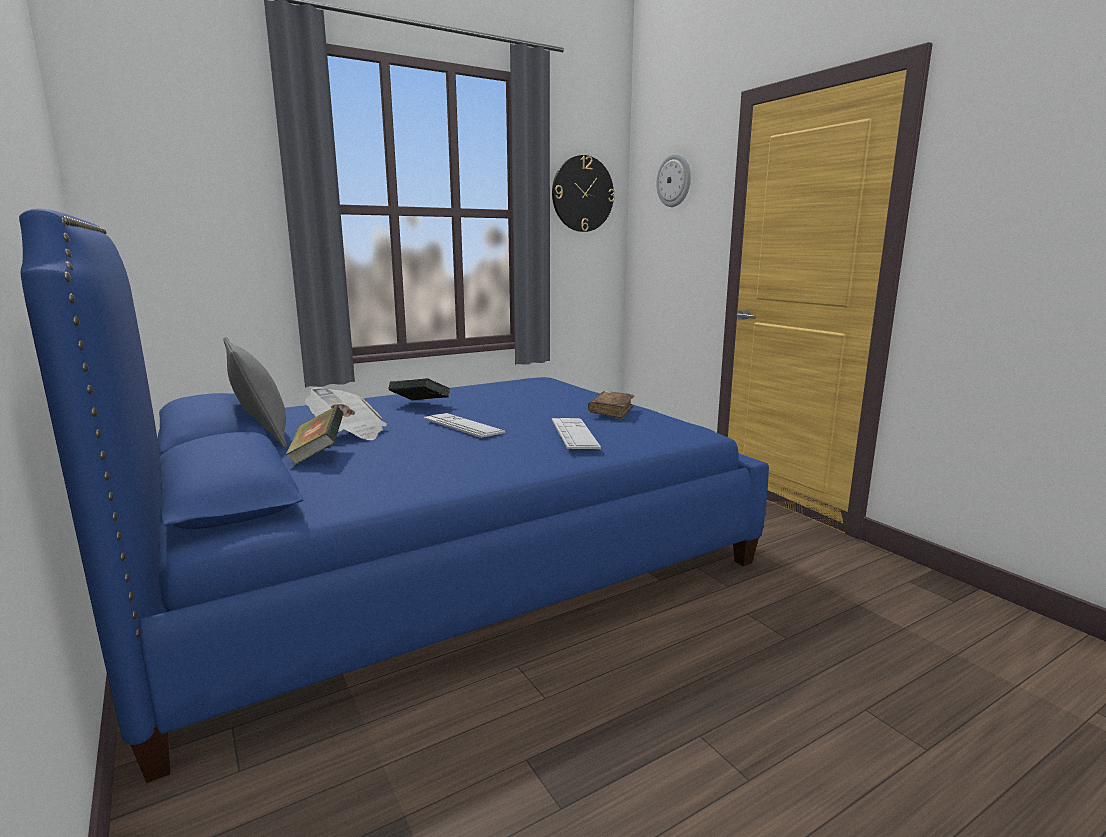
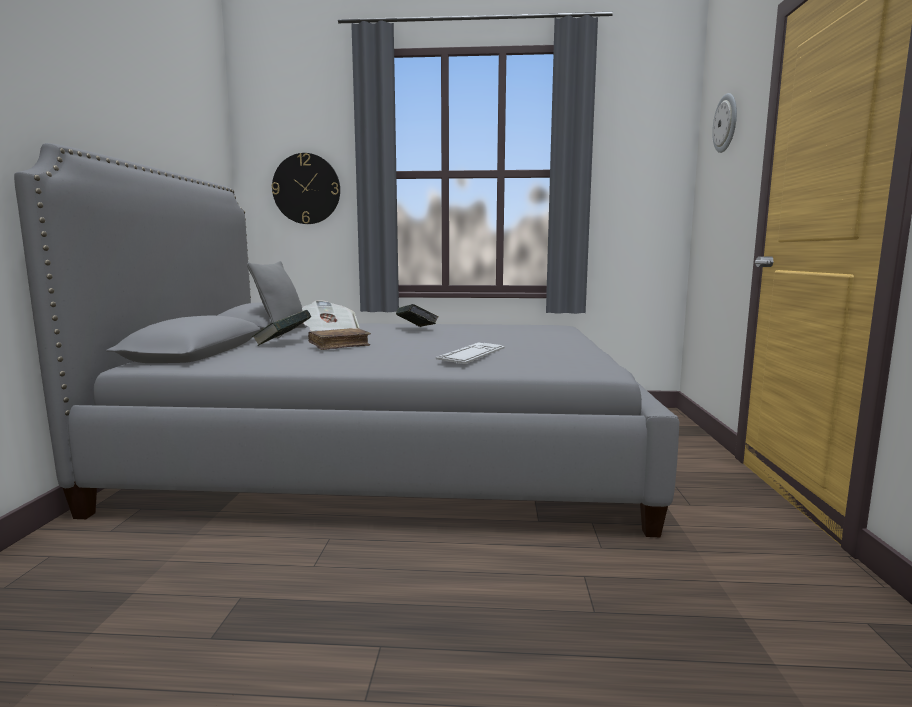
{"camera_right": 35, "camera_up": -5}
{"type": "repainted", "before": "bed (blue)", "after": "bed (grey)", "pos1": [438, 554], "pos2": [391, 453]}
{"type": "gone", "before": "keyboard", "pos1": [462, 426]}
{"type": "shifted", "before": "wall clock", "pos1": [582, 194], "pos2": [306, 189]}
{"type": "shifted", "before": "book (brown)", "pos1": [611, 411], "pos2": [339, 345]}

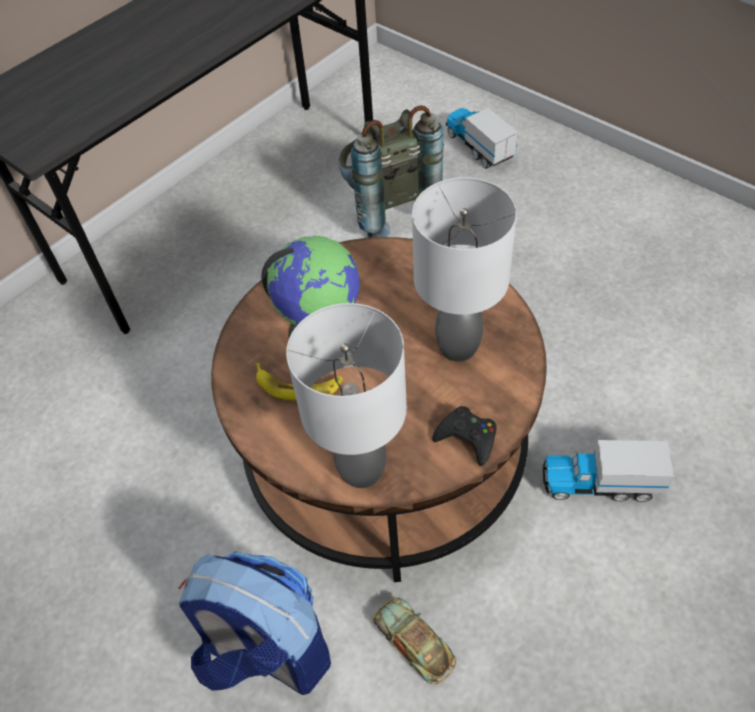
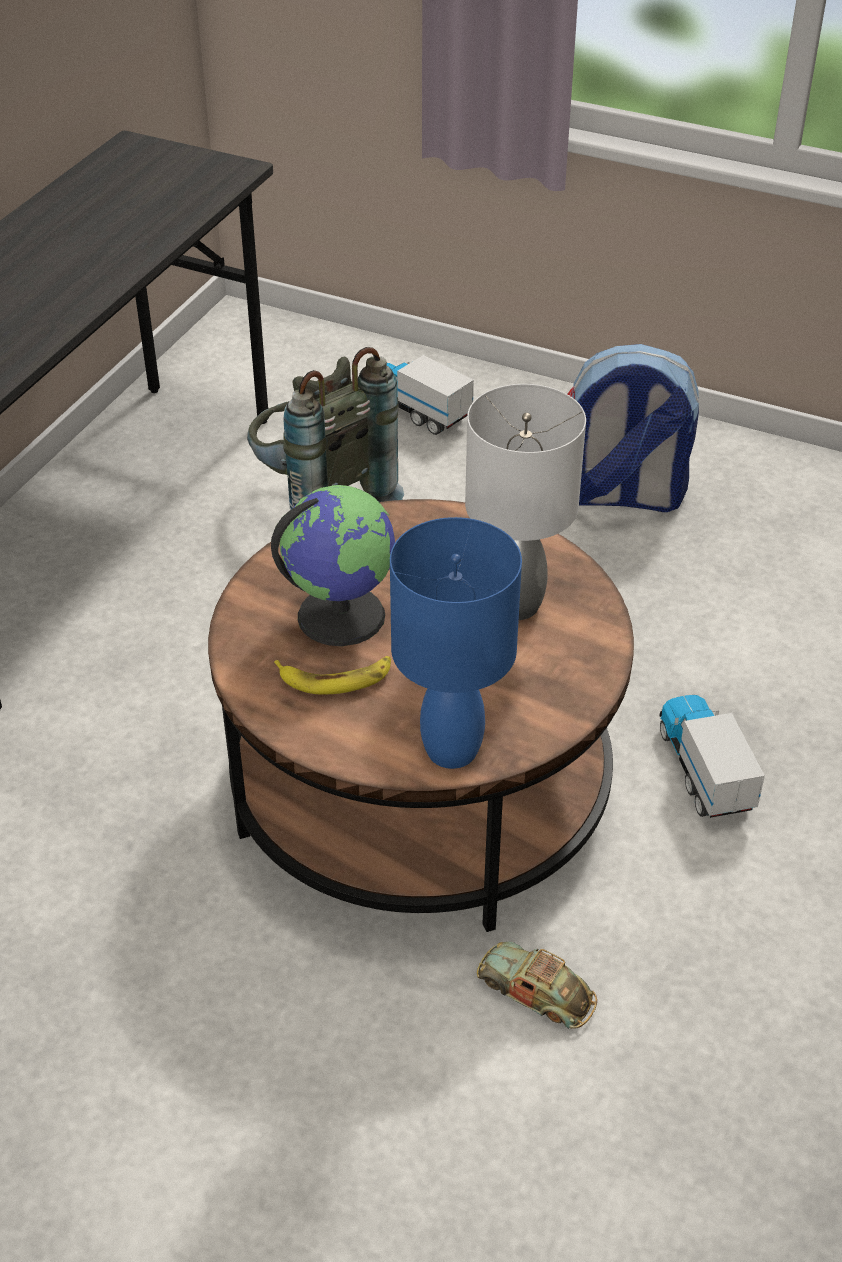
{"camera_right": -20, "camera_up": -10}
{"type": "shifted", "before": "backpack", "pos1": [266, 652], "pos2": [622, 495]}
{"type": "repainted", "before": "table lamp (grey)", "after": "table lamp (blue)", "pos1": [363, 469], "pos2": [453, 749]}
{"type": "gone", "before": "game controller (black)", "pos1": [467, 437]}
{"type": "rotated", "before": "toy truck", "pos1": [600, 483], "pos2": [703, 772], "turn": 90}

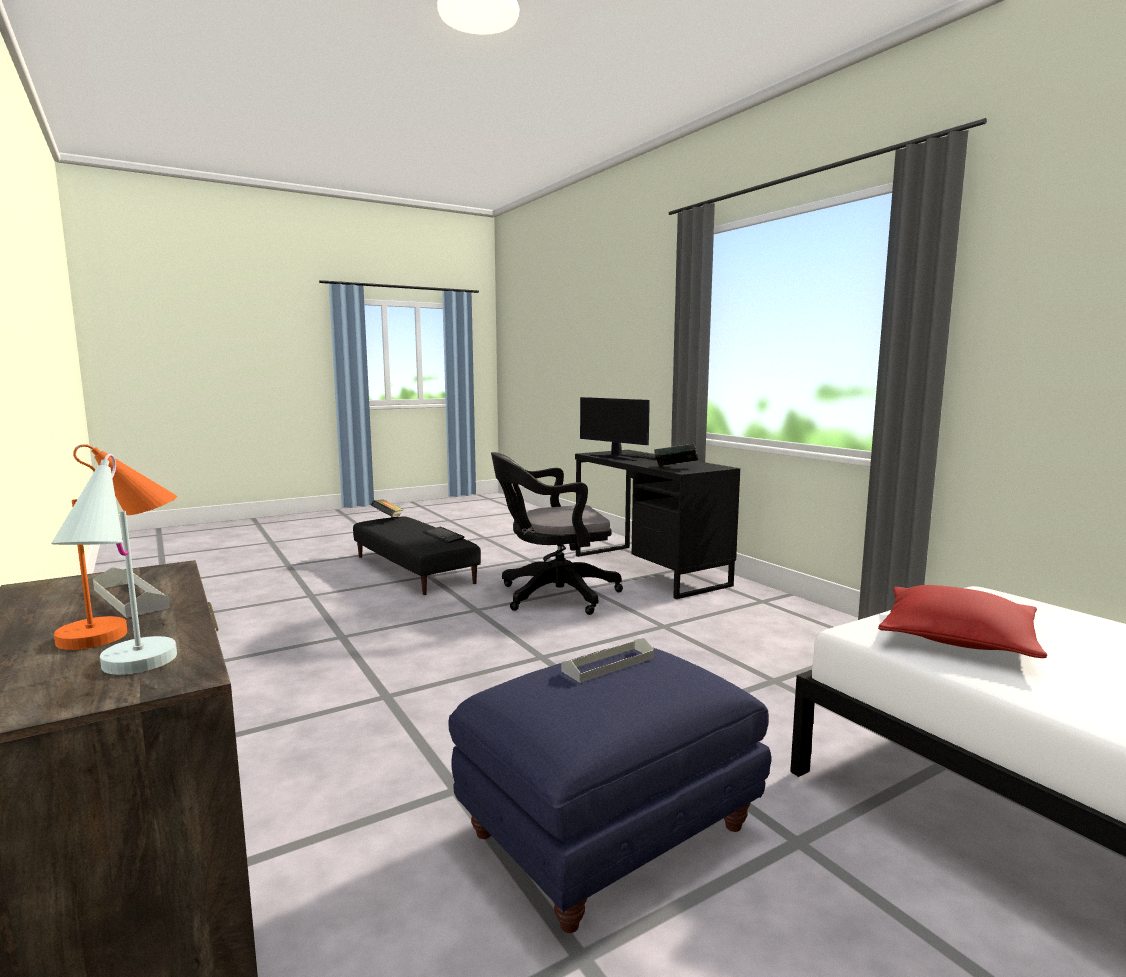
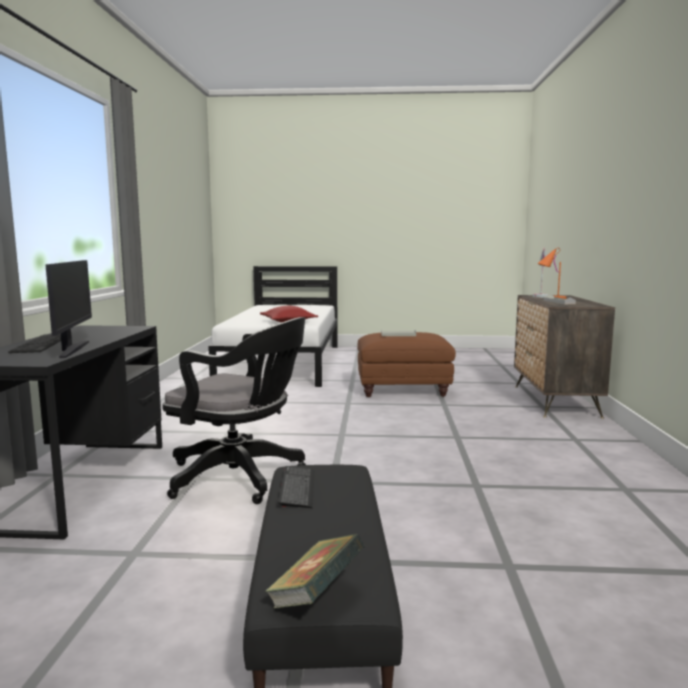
{"camera_right": -145, "camera_up": 0}
{"type": "repainted", "before": "ottoman (blue)", "after": "ottoman (brown)", "pos1": [607, 835], "pos2": [404, 390]}
{"type": "gone", "before": "book", "pos1": [675, 468]}

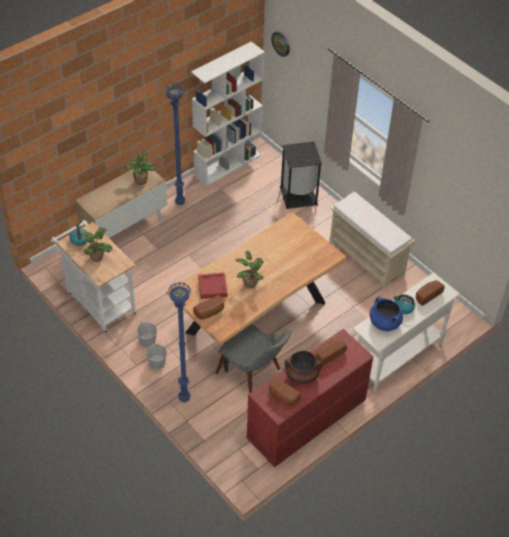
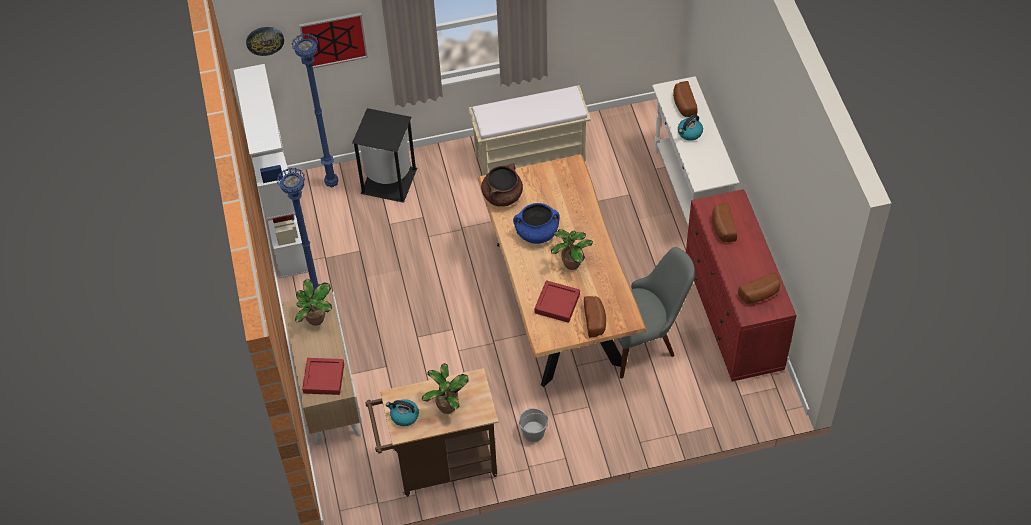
{"camera_right": -60, "camera_up": 5}
{"type": "repainted", "before": "cart (white)", "after": "cart (brown)", "pos1": [99, 301], "pos2": [438, 465]}
{"type": "gone", "before": "bucket (white)", "pos1": [157, 362]}
{"type": "shifted", "before": "floor lamp (blue)", "pos1": [184, 398], "pos2": [331, 184]}
{"type": "shifted", "before": "cooking pot (brown)", "pos1": [302, 374], "pos2": [502, 195]}
{"type": "shifted", "before": "cooking pot (blue)", "pos1": [384, 322], "pos2": [537, 233]}
{"type": "new", "after": "picture", "pos2": [333, 40]}
{"type": "new", "after": "tray (red)", "pos2": [324, 378]}

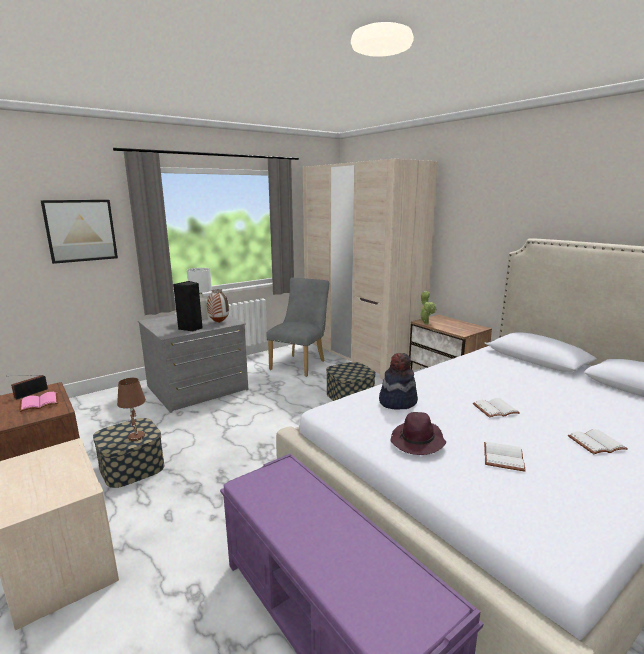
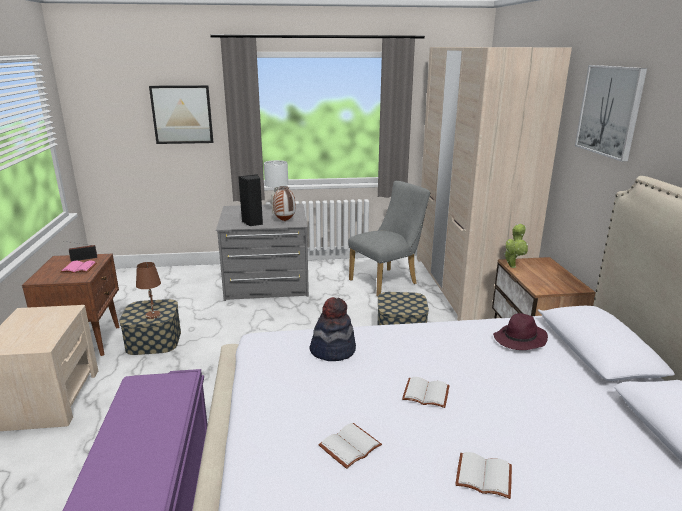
{"camera_right": 30, "camera_up": 5}
{"type": "shifted", "before": "hat (purple)", "pos1": [417, 442], "pos2": [520, 340]}
{"type": "new", "after": "picture", "pos2": [610, 111]}

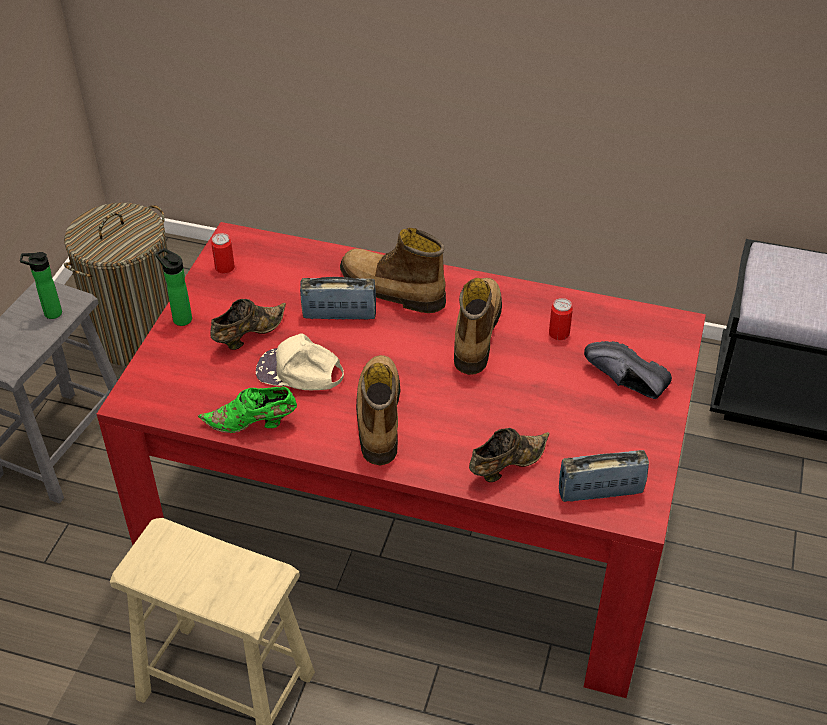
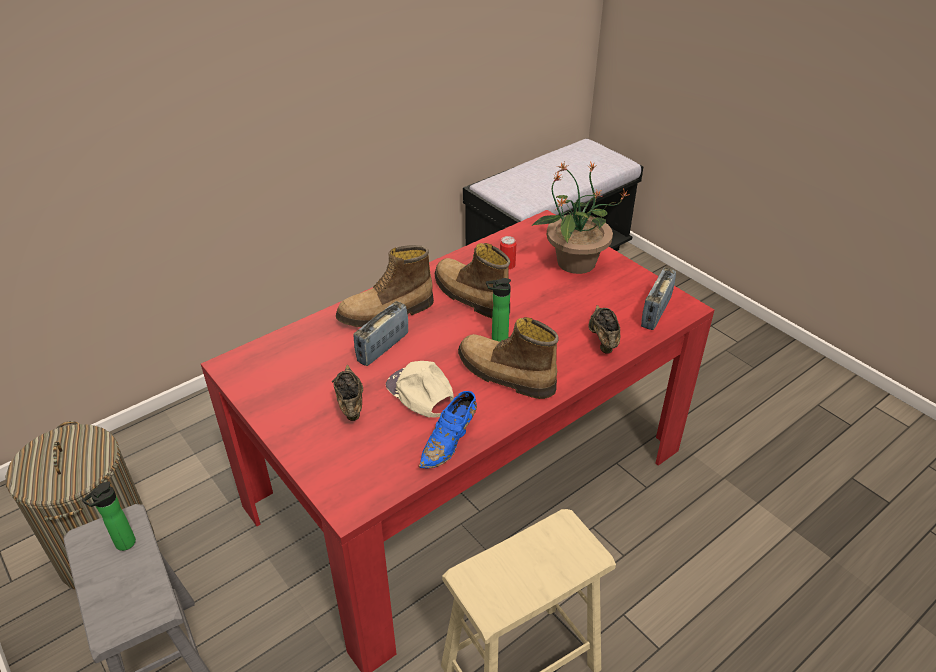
{"camera_right": -55, "camera_up": -5}
{"type": "shifted", "before": "bottle", "pos1": [180, 318], "pos2": [497, 339]}
{"type": "repainted", "before": "shoe (green)", "after": "shoe (blue)", "pos1": [253, 424], "pos2": [450, 443]}
{"type": "gone", "before": "can", "pos1": [224, 267]}
{"type": "rotated", "before": "cap (beige)", "pos1": [300, 372], "pos2": [420, 394], "turn": 90}
{"type": "swapped", "before": "shoe (black)", "after": "potted plant", "pos1": [623, 384], "pos2": [574, 262]}

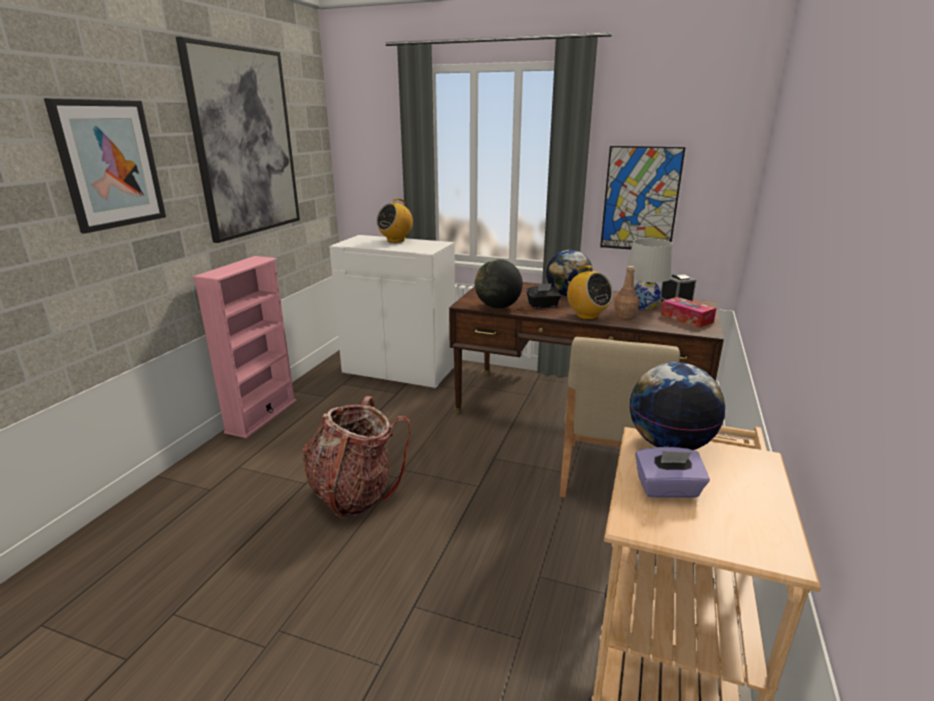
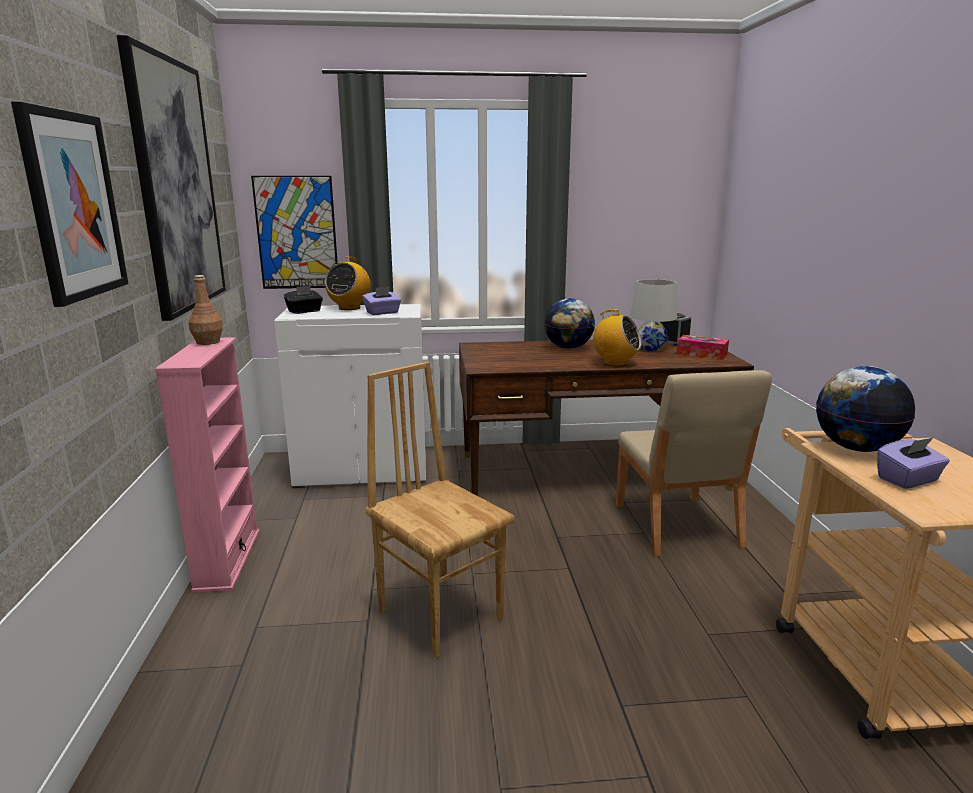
{"camera_right": -25, "camera_up": -5}
{"type": "swapped", "before": "backpack", "after": "chair (brown)", "pos1": [355, 493], "pos2": [441, 613]}
{"type": "gone", "before": "globe", "pos1": [498, 307]}
{"type": "shifted", "before": "tissue box (black)", "pos1": [543, 305], "pos2": [304, 311]}
{"type": "shifted", "before": "picture", "pos1": [640, 199], "pos2": [296, 233]}
{"type": "shifted", "before": "bottle (brown)", "pos1": [625, 315], "pos2": [208, 342]}
{"type": "new", "after": "tissue box (purple)", "pos2": [382, 313]}

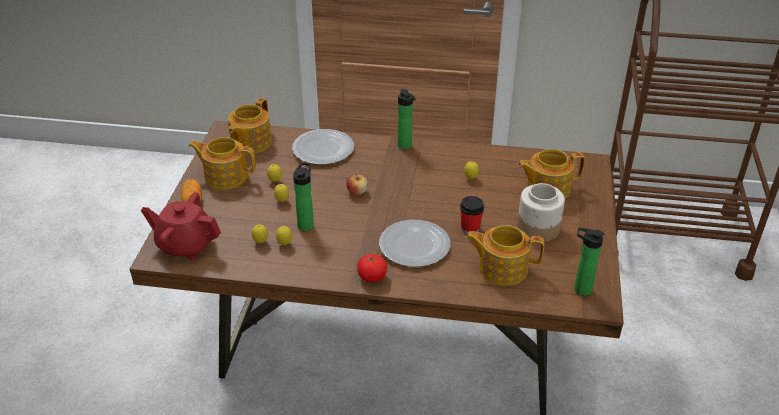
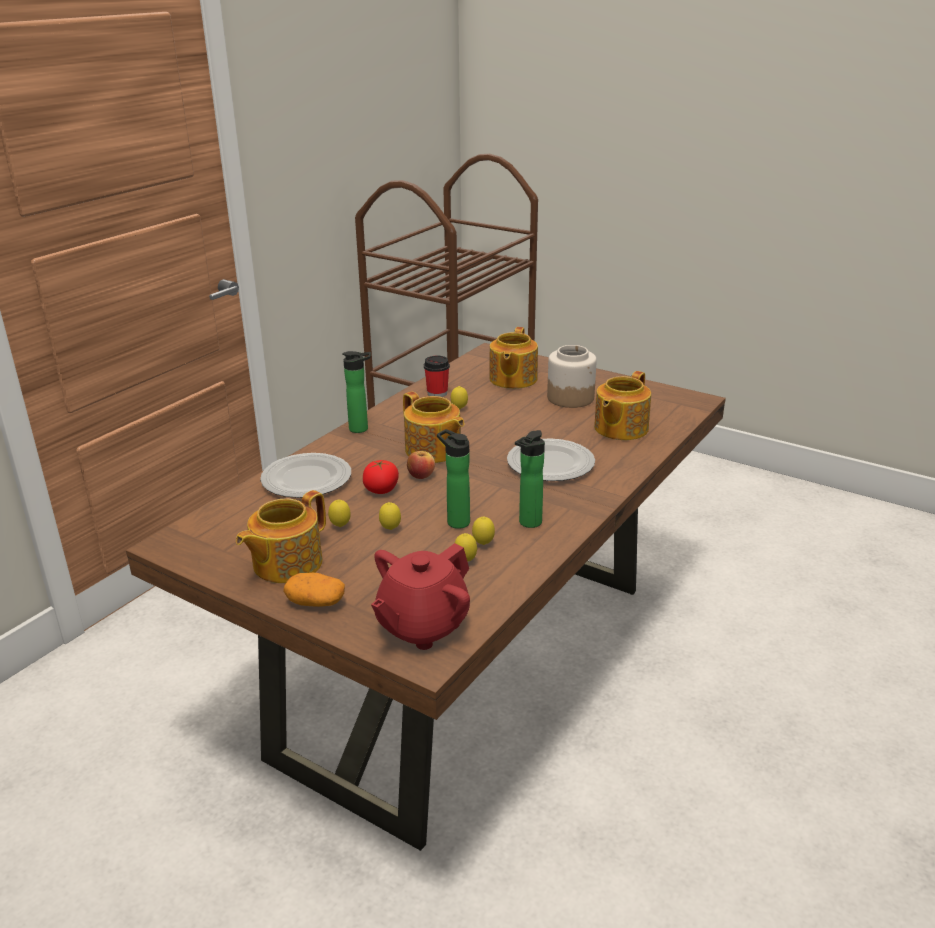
{"camera_right": -65, "camera_up": -10}
{"type": "shifted", "before": "teapot", "pos1": [250, 143], "pos2": [433, 451]}
{"type": "shifted", "before": "tomato", "pos1": [372, 277], "pos2": [381, 490]}
{"type": "shifted", "before": "cup", "pos1": [470, 228], "pos2": [437, 393]}
{"type": "shifted", "before": "bottle", "pos1": [580, 289], "pos2": [528, 523]}

